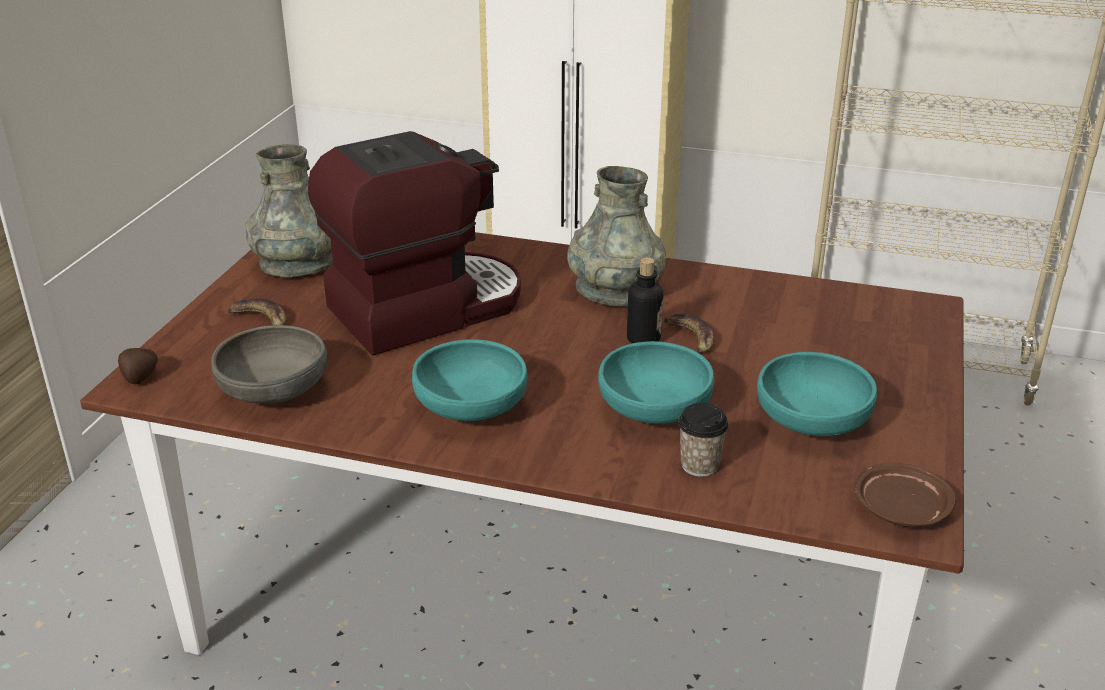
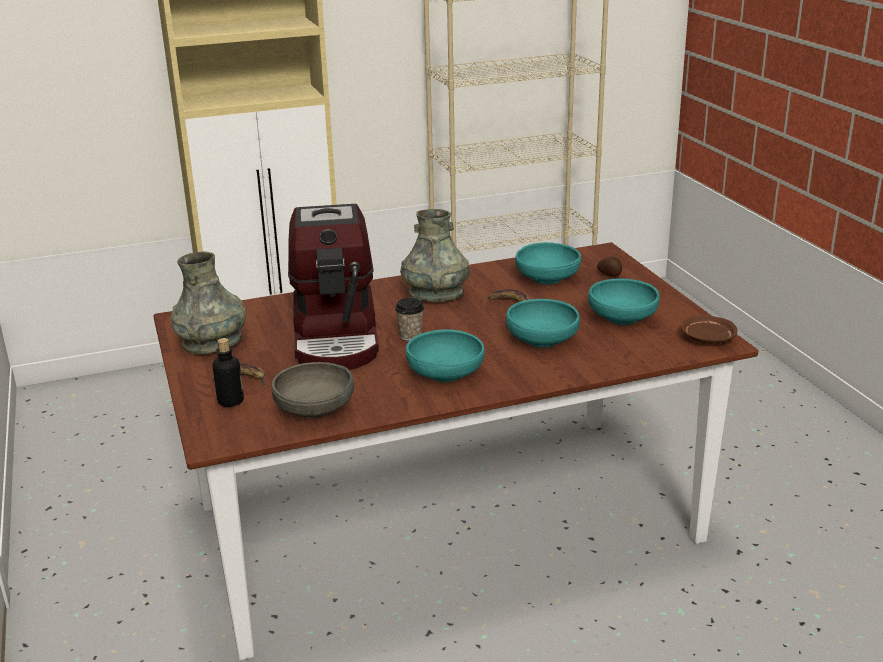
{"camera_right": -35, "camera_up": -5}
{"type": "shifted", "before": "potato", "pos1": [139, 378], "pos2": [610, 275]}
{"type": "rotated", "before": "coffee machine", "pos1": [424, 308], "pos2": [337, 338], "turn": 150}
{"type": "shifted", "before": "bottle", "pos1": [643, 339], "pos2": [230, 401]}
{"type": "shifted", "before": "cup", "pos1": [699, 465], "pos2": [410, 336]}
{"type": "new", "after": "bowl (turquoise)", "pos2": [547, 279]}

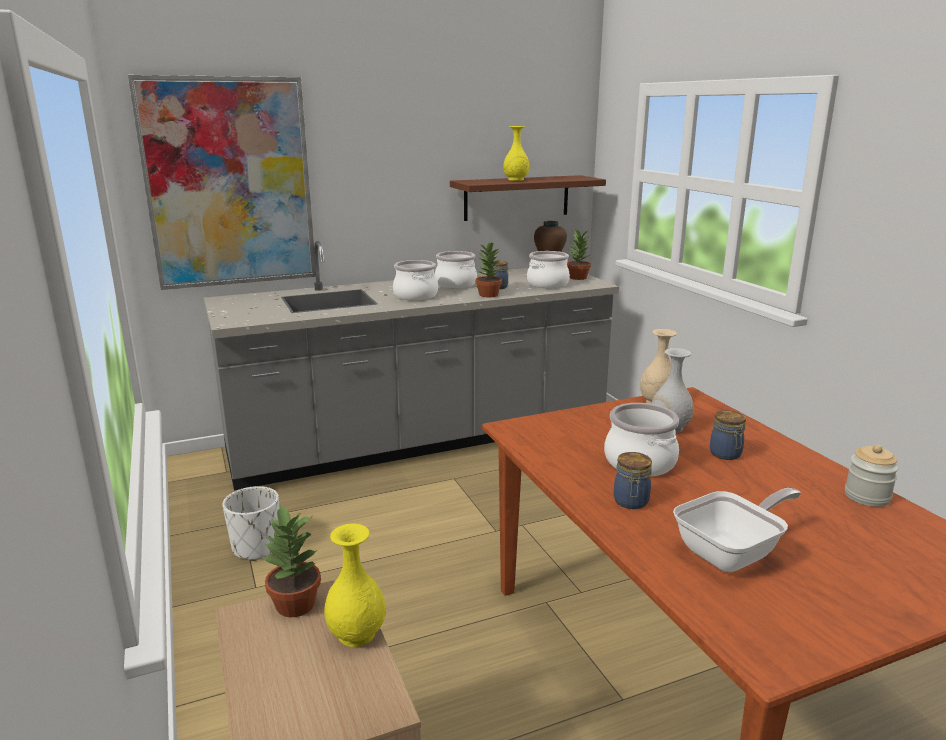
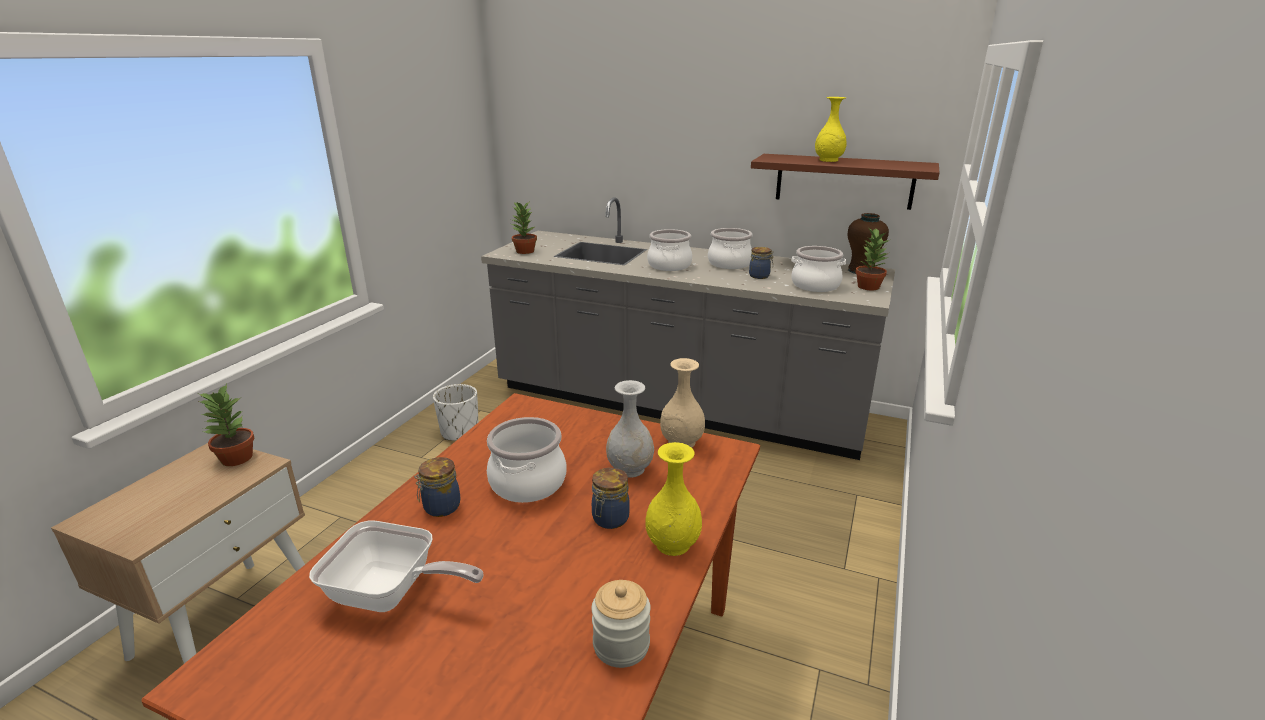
{"camera_right": 45, "camera_up": 5}
{"type": "gone", "before": "picture", "pos1": [229, 184]}
{"type": "shifted", "before": "vase (yellow)", "pos1": [357, 634], "pos2": [673, 544]}
{"type": "shifted", "before": "potted plant", "pos1": [488, 295], "pos2": [524, 251]}

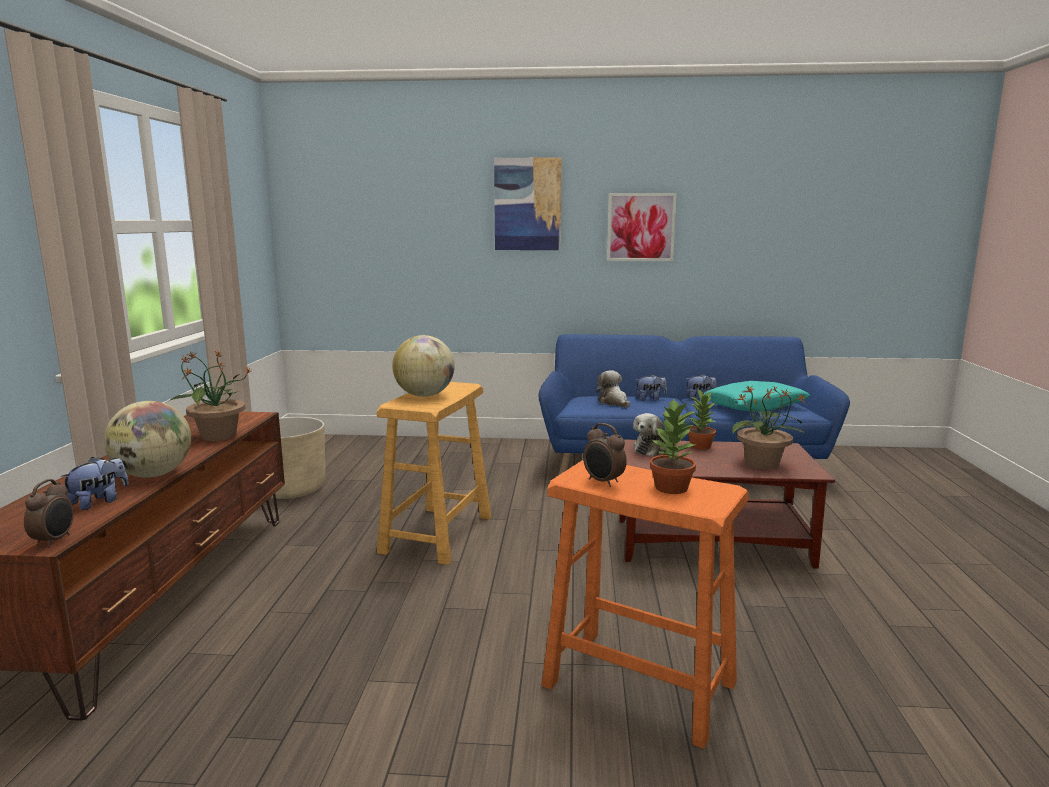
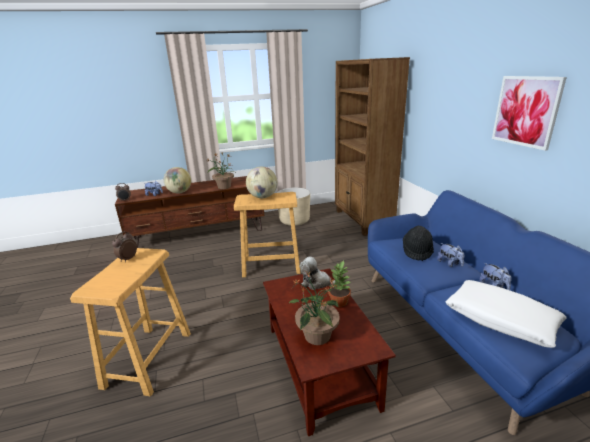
{"camera_right": 70, "camera_up": 10}
{"type": "gone", "before": "picture", "pos1": [527, 204]}
{"type": "repainted", "before": "stool (orange)", "after": "stool (beige)", "pos1": [640, 684], "pos2": [148, 359]}
{"type": "swapped", "before": "plush toy", "after": "hat (black)", "pos1": [613, 402], "pos2": [417, 251]}
{"type": "gone", "before": "potted plant", "pos1": [671, 488]}
{"type": "repainted", "before": "pillow (turquoise)", "after": "pillow (white)", "pos1": [755, 406], "pos2": [501, 319]}
{"type": "new", "after": "bookcase (brown)", "pos2": [363, 220]}

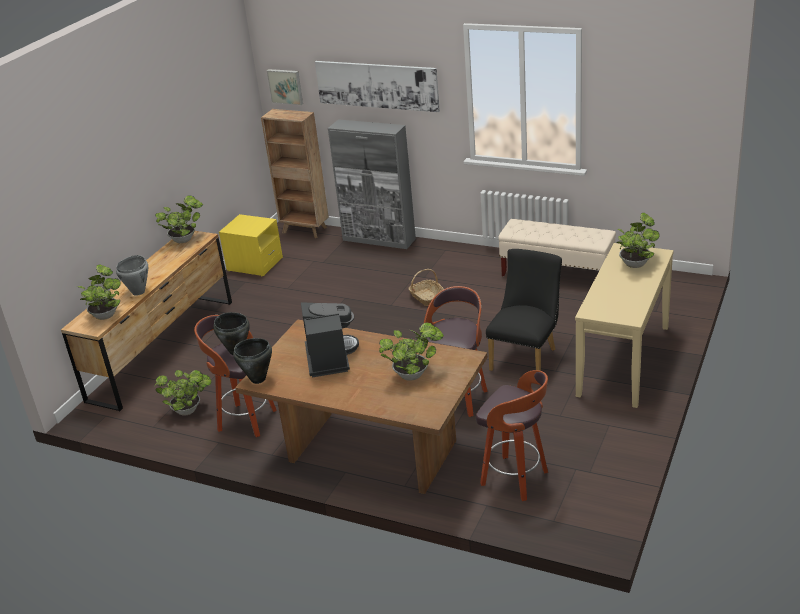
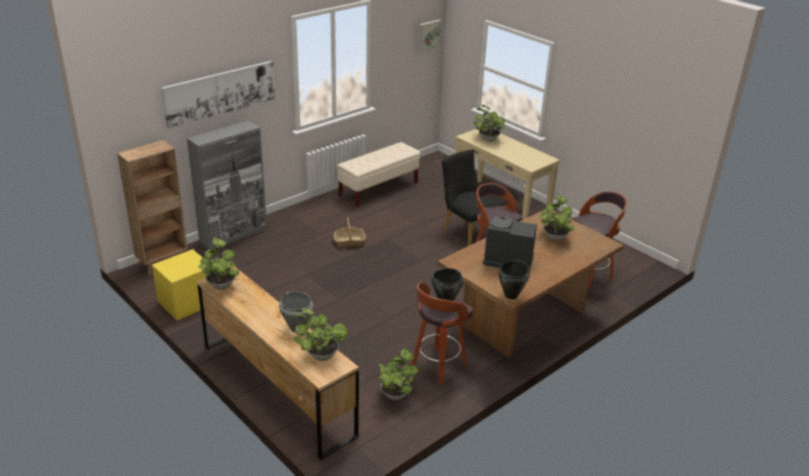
{"camera_right": -70, "camera_up": 0}
{"type": "shifted", "before": "picture", "pos1": [285, 86], "pos2": [428, 35]}

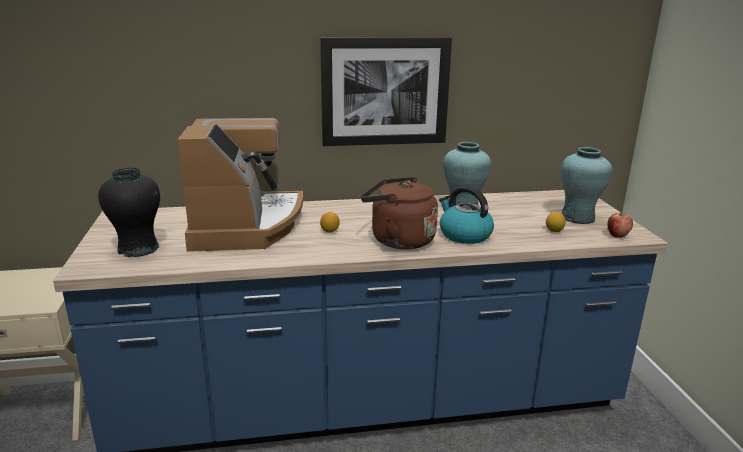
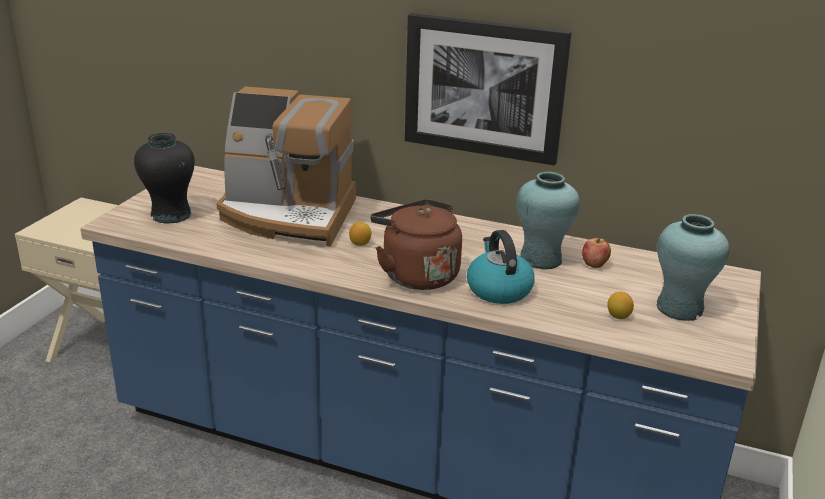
{"camera_right": 30, "camera_up": 5}
{"type": "rotated", "before": "coffee machine", "pos1": [246, 225], "pos2": [288, 215], "turn": 75}
{"type": "shifted", "before": "apple", "pos1": [617, 236], "pos2": [594, 265]}

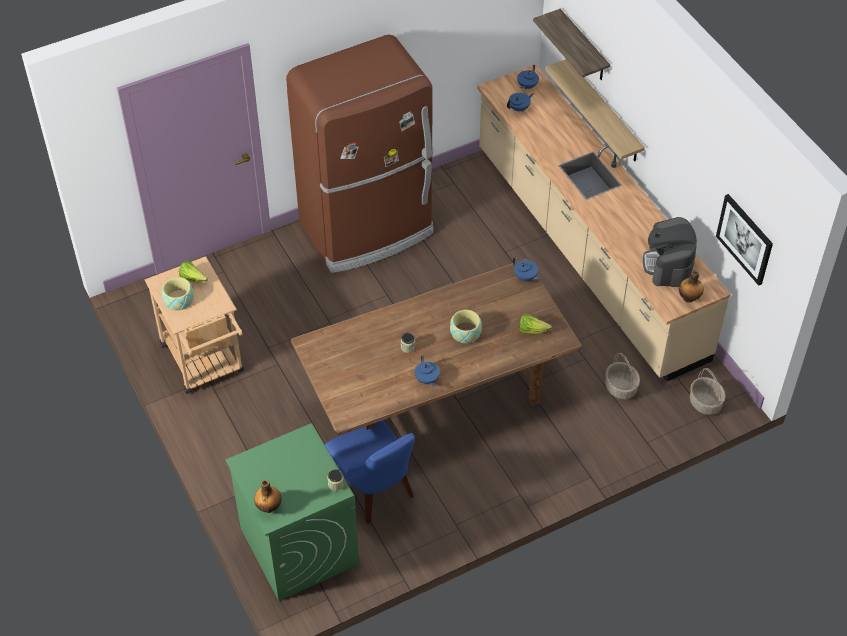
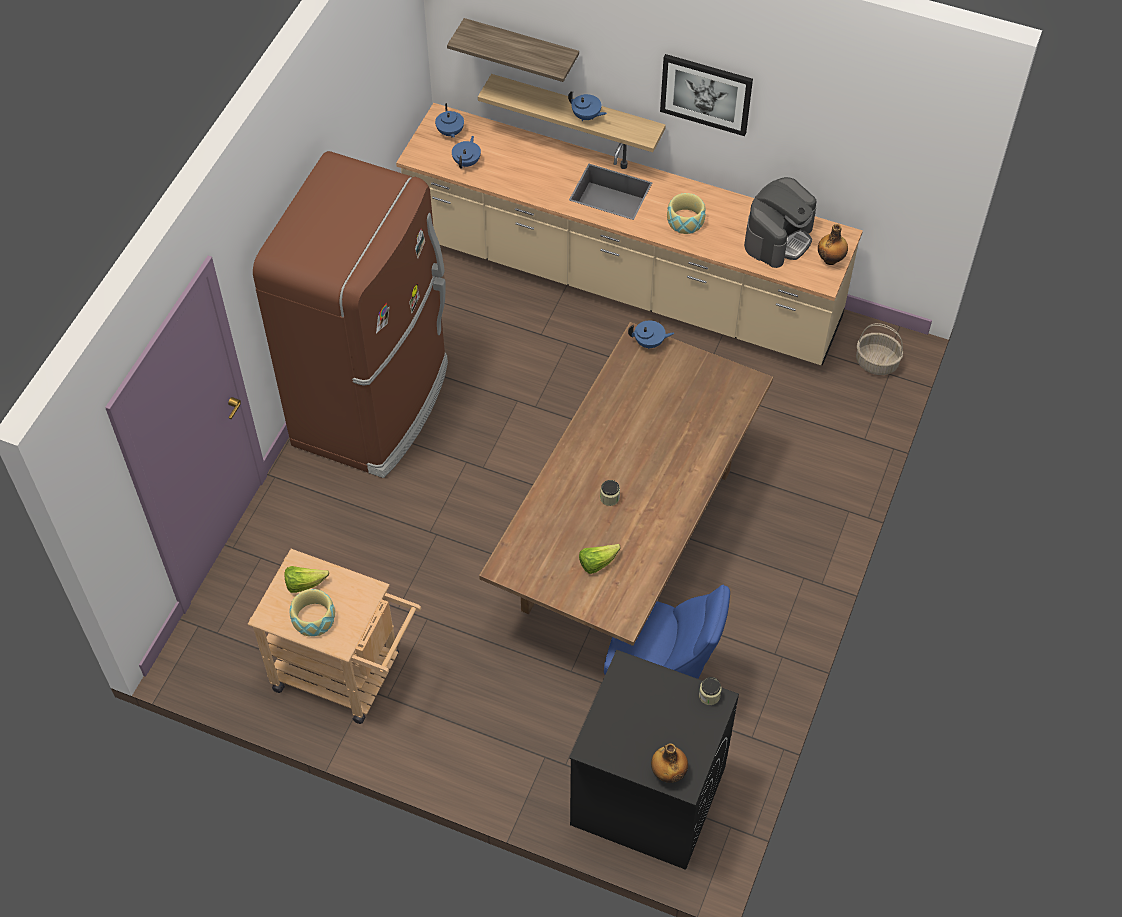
{"camera_right": -40, "camera_up": 5}
{"type": "repainted", "before": "washing machine (green)", "after": "washing machine (black)", "pos1": [298, 546], "pos2": [646, 796]}
{"type": "shifted", "before": "teapot (blue)", "pos1": [427, 380], "pos2": [586, 116]}
{"type": "shifted", "before": "bowl", "pos1": [465, 332], "pos2": [685, 221]}
{"type": "shifted", "before": "lettuce", "pos1": [532, 330], "pos2": [597, 563]}
{"type": "gone", "before": "basket", "pos1": [621, 388]}
{"type": "rotated", "before": "coffee machine", "pos1": [668, 265], "pos2": [778, 238], "turn": -105}
{"type": "shifted", "before": "picture", "pos1": [745, 239], "pos2": [706, 93]}

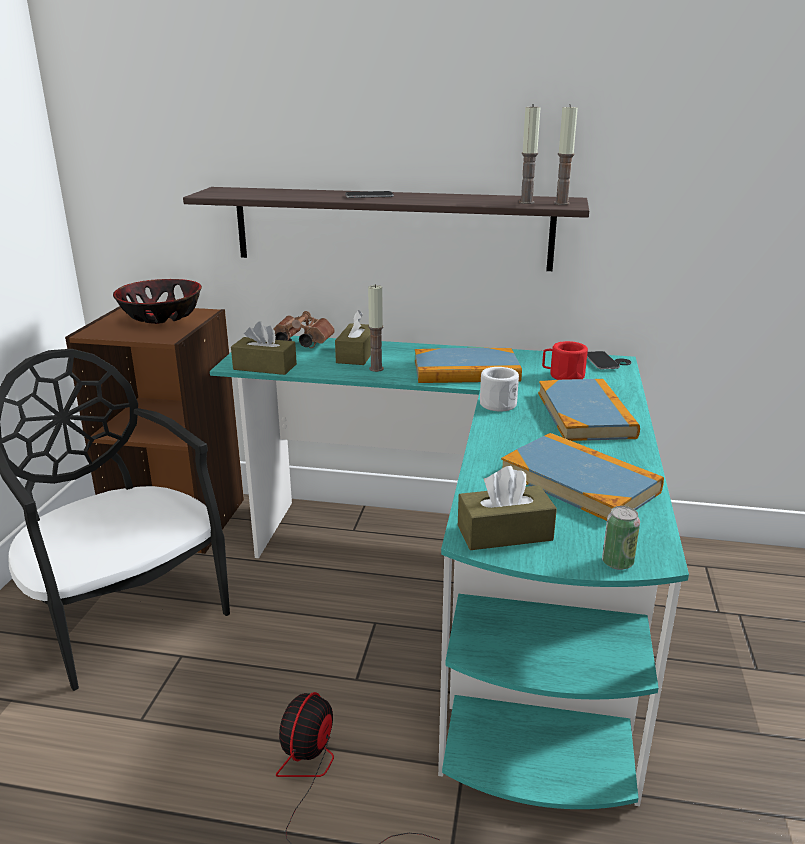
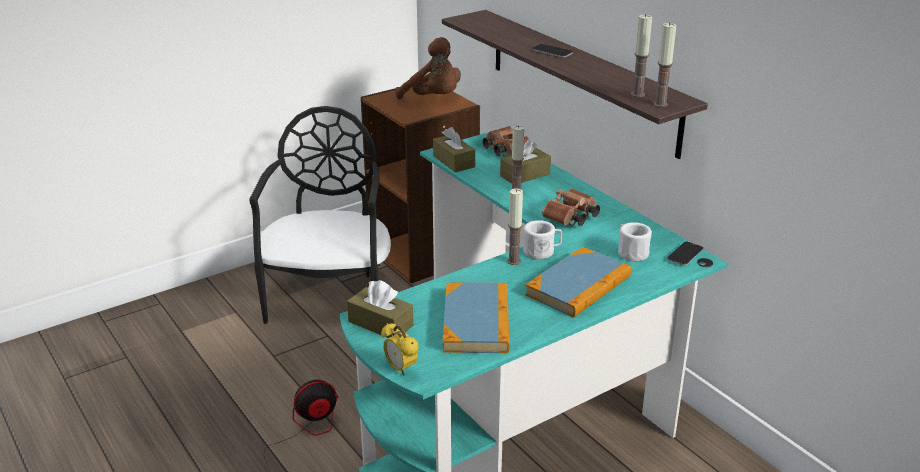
{"camera_right": 45, "camera_up": 5}
{"type": "swapped", "before": "bowl", "after": "plush toy (brown)", "pos1": [161, 316], "pos2": [433, 99]}
{"type": "swapped", "before": "book", "after": "binoculars (brown)", "pos1": [466, 371], "pos2": [570, 218]}
{"type": "repainted", "before": "mug (red)", "after": "mug (white)", "pos1": [562, 375], "pos2": [630, 252]}
{"type": "swapped", "before": "can", "after": "alarm clock", "pos1": [617, 563], "pos2": [400, 369]}
{"type": "new", "after": "candle", "pos2": [514, 261]}

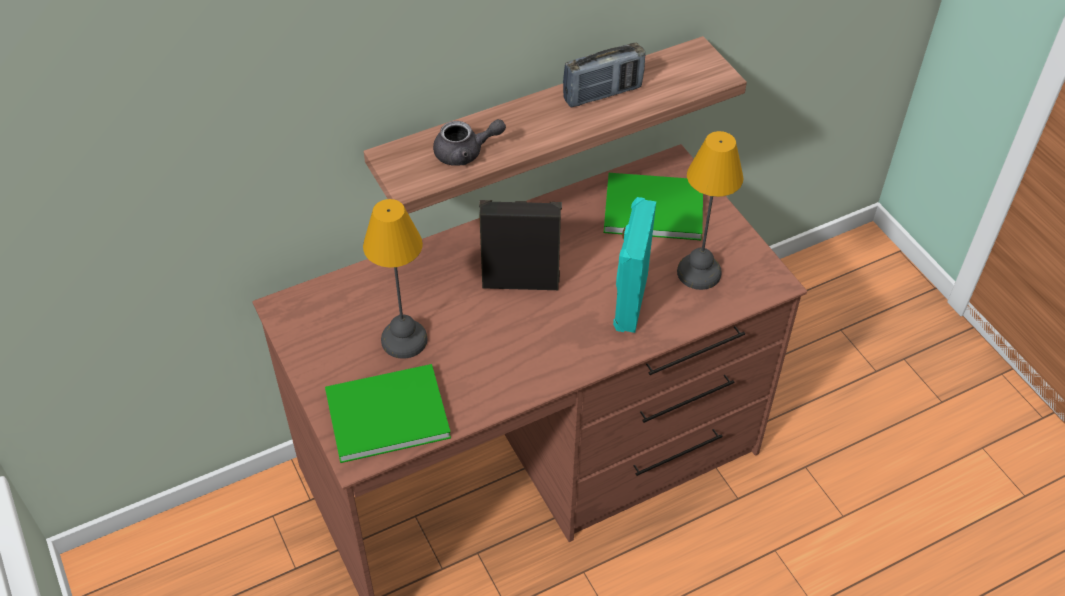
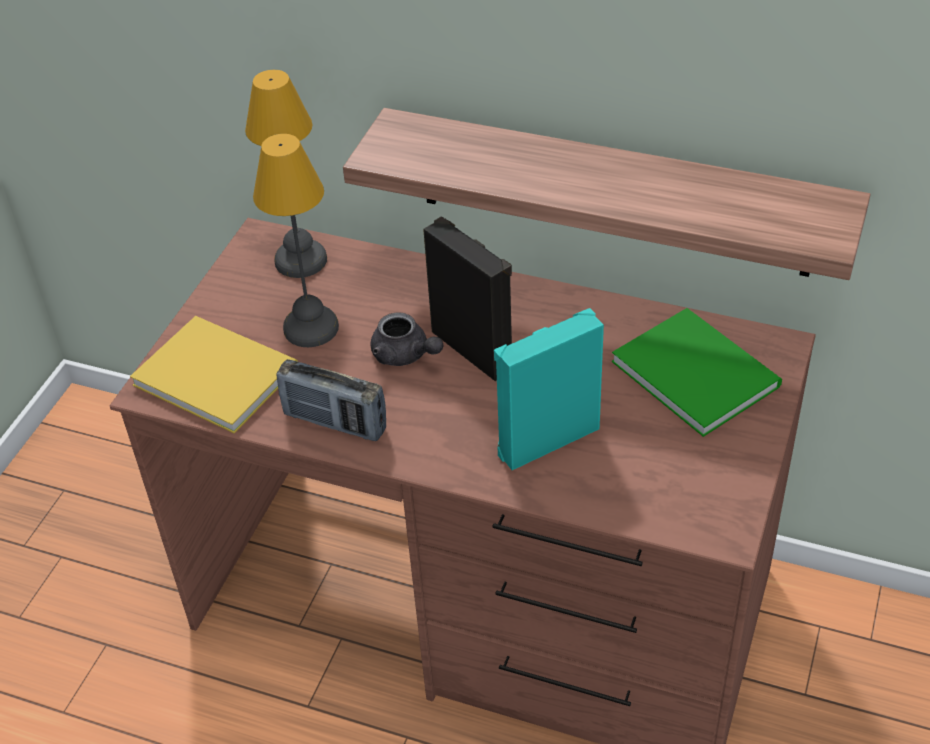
{"camera_right": 50, "camera_up": -5}
{"type": "repainted", "before": "book (green)", "after": "book (yellow)", "pos1": [383, 413], "pos2": [215, 372]}
{"type": "shifted", "before": "teapot (grey)", "pos1": [465, 153], "pos2": [405, 355]}
{"type": "shifted", "before": "radio", "pos1": [602, 94], "pos2": [335, 422]}
{"type": "shifted", "before": "table lamp", "pos1": [700, 272], "pos2": [302, 261]}

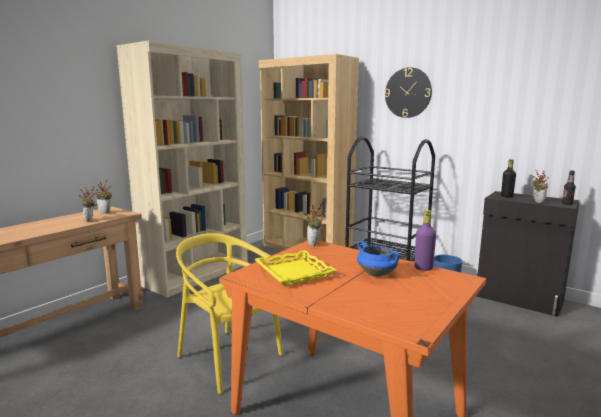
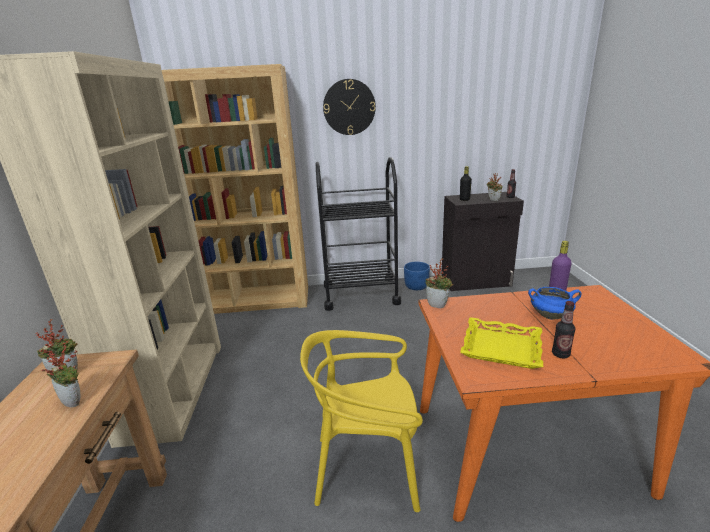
{"camera_right": -40, "camera_up": 10}
{"type": "new", "after": "bottle", "pos2": [560, 354]}

